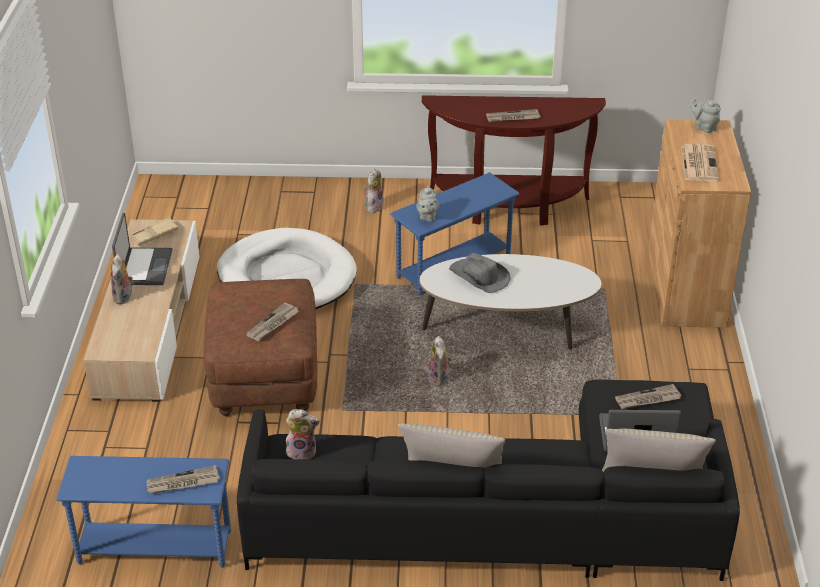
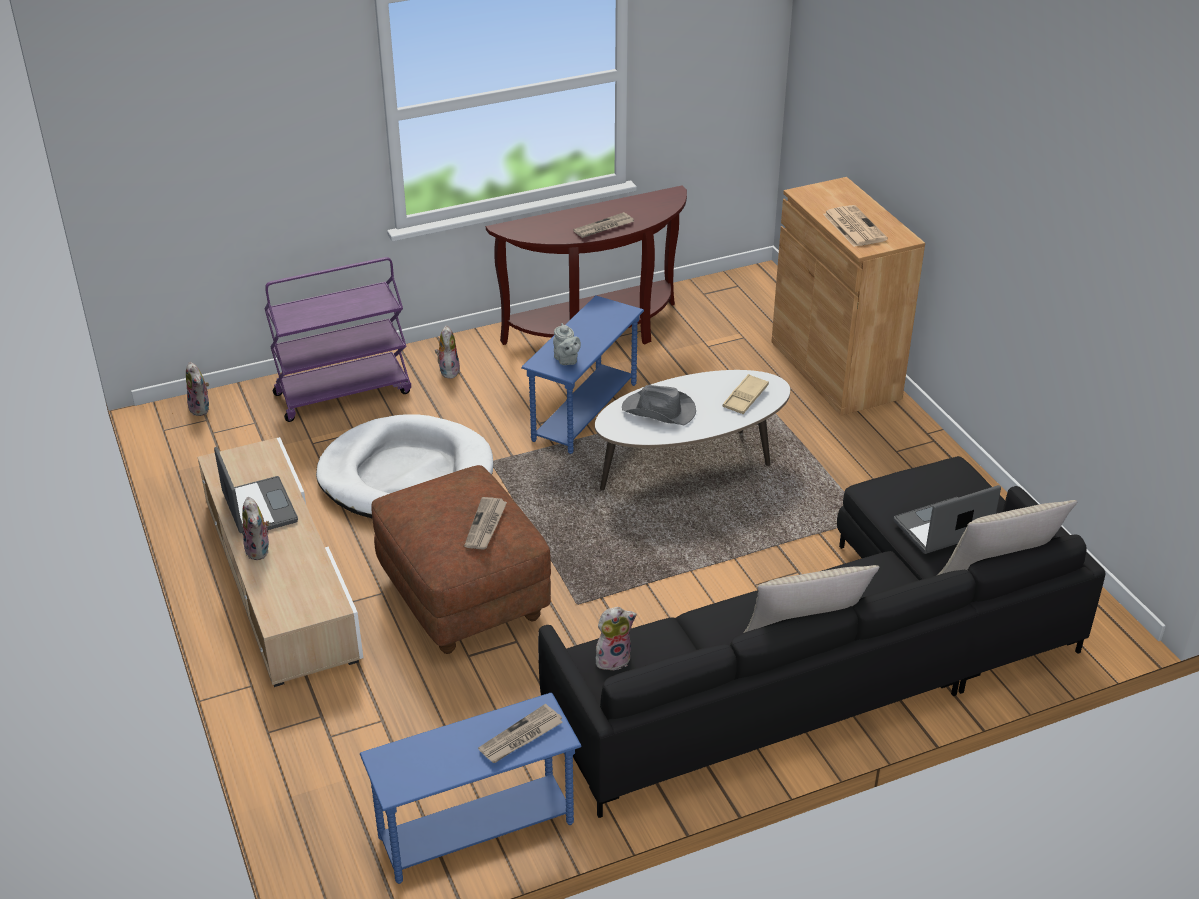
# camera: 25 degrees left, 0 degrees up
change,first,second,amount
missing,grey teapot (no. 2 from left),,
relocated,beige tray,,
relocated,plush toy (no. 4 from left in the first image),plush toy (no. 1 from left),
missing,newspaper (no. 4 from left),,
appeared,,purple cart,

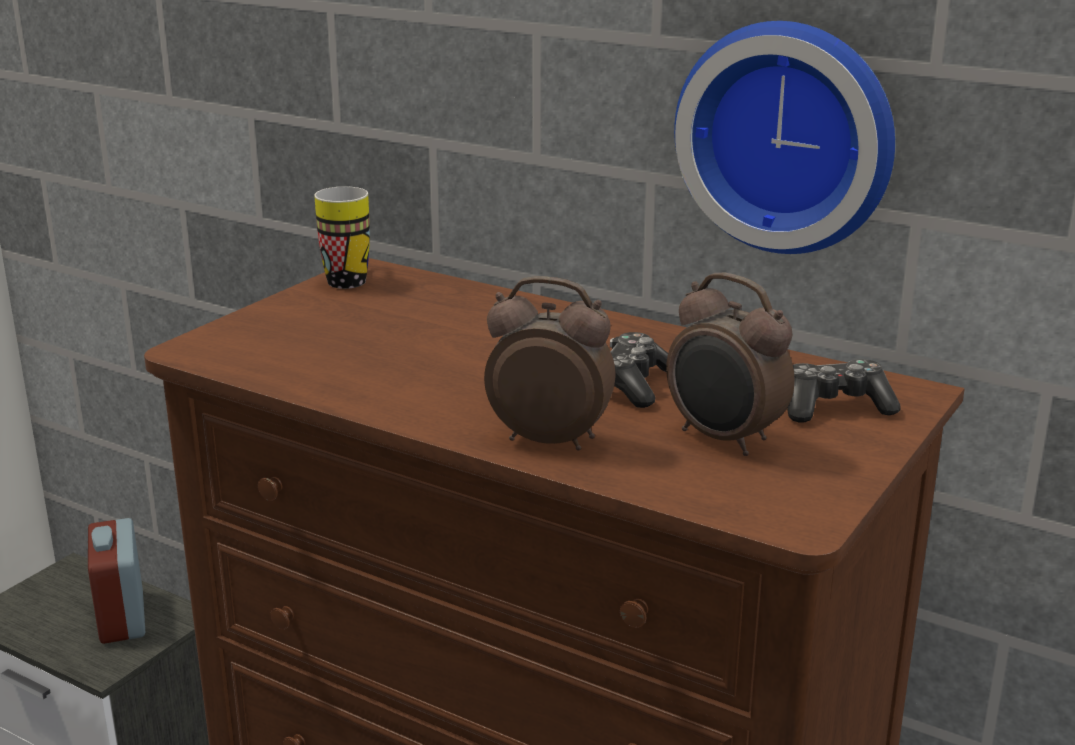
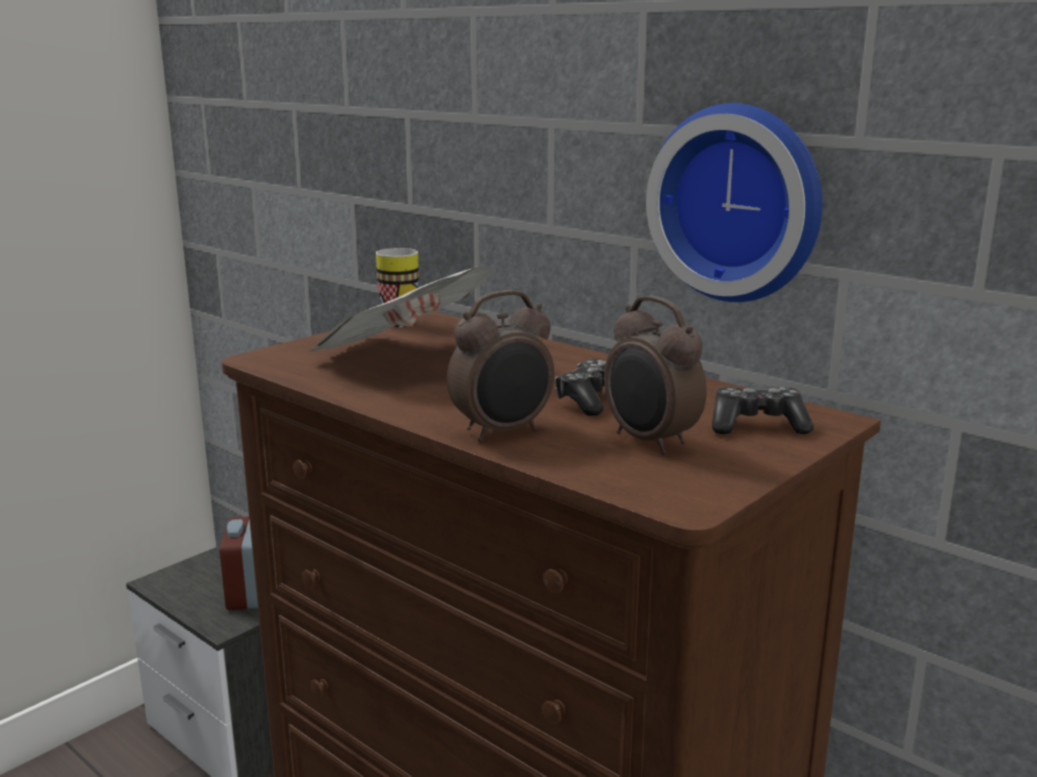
# camera: 10 degrees right, 5 degrees down
change,first,second,amount
spun,alarm clock (no. 2 from left),,120 degrees clockwise
appeared,,newspaper,

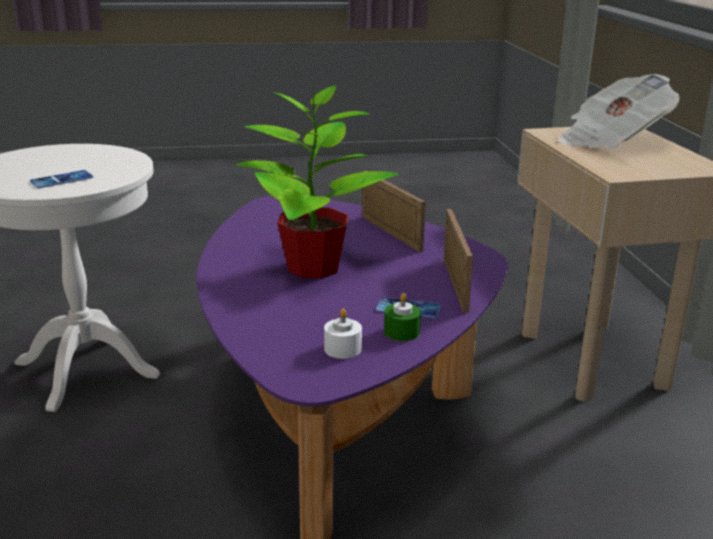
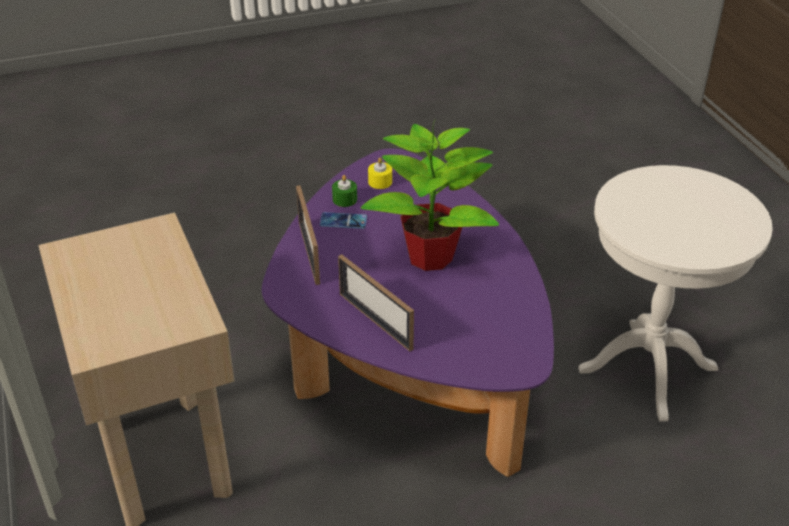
# camera: 170 degrees right, 15 degrees up
change,first,second,amount
missing,newspaper,,
missing,phone (no. 1 from left),,
colour,white candle,yellow candle,

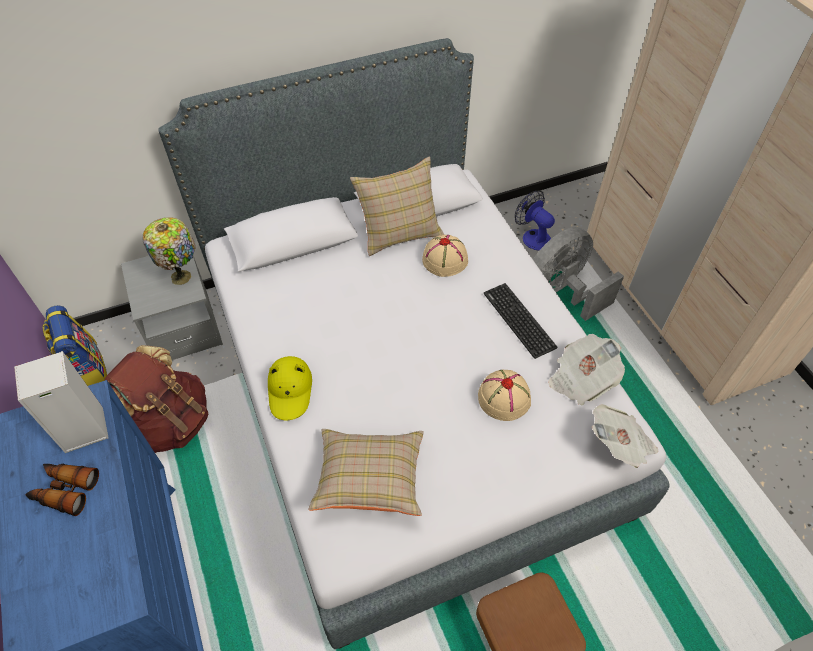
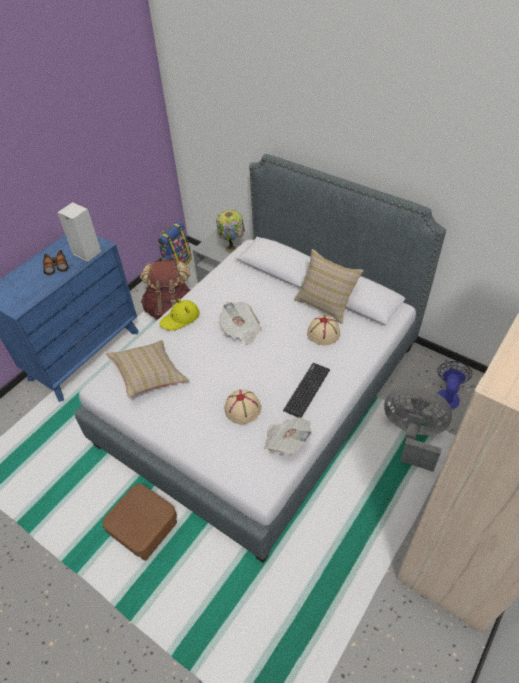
# camera: 60 degrees right, 5 degrees down
change,first,second,amount
relocated,newspaper (no. 2 from left in the first image),newspaper (no. 1 from left),

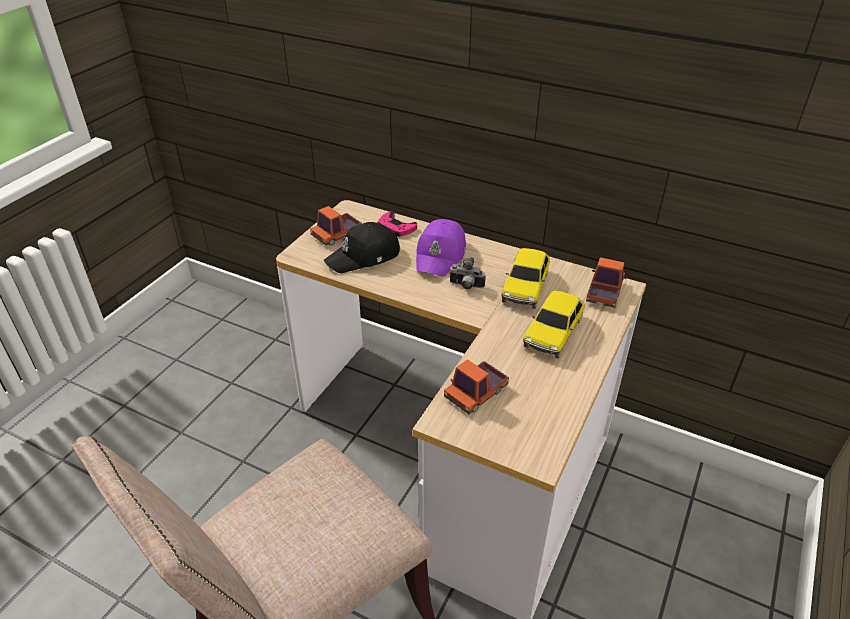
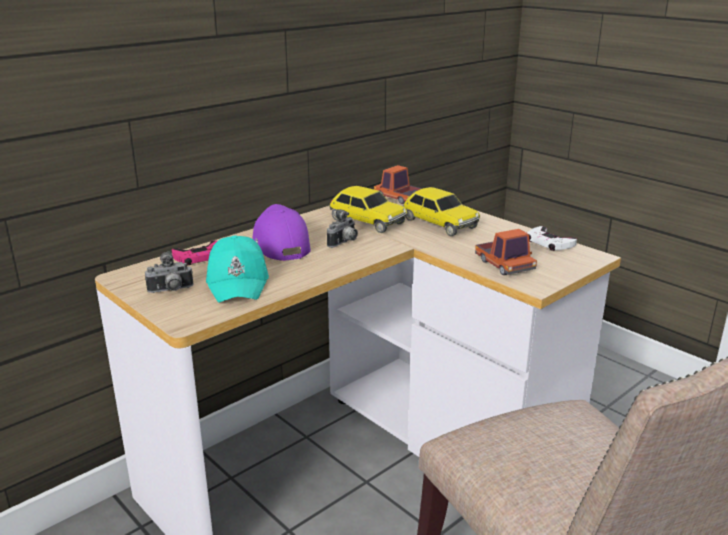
# camera: 70 degrees left, 15 degrees down
change,first,second,amount
exchanged,toy truck (no. 1 from left),photo camera (no. 1 from left),
spun,purple cap,,150 degrees counterclockwise
colour,black cap,turquoise cap,
appeared,,white game controller,

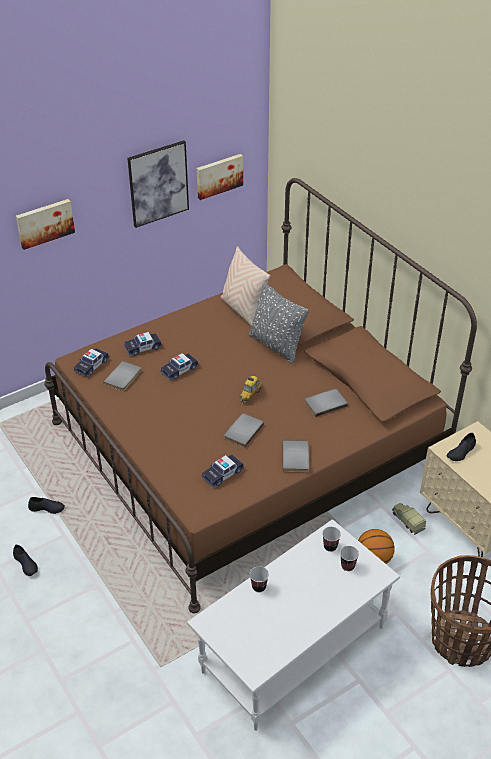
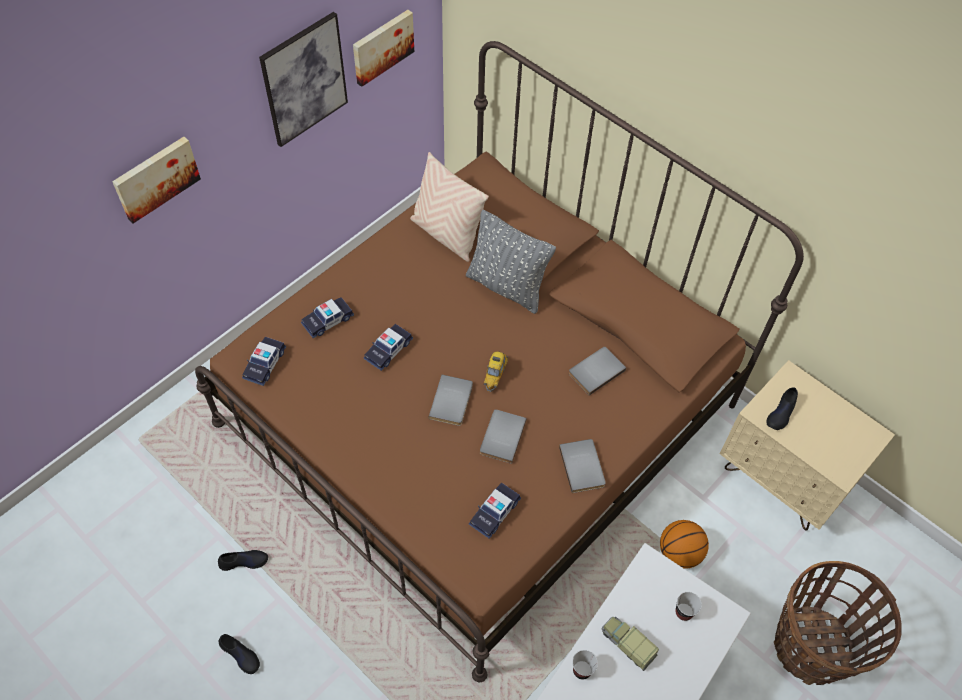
# camera: 15 degrees left, 15 degrees up
change,first,second,amount
relocated,grey book (no. 1 from left),,
relocated,toy truck,,
missing,cup (no. 2 from left),,

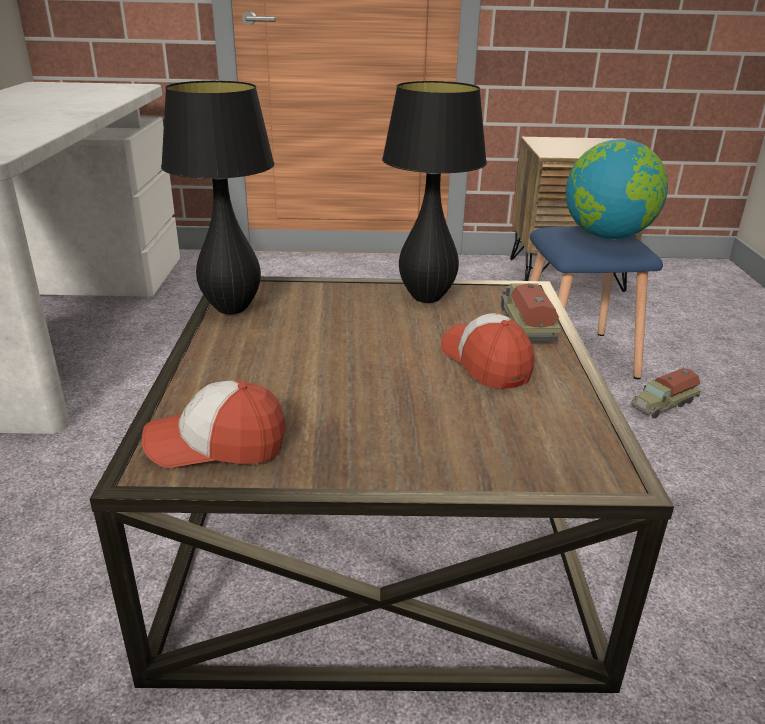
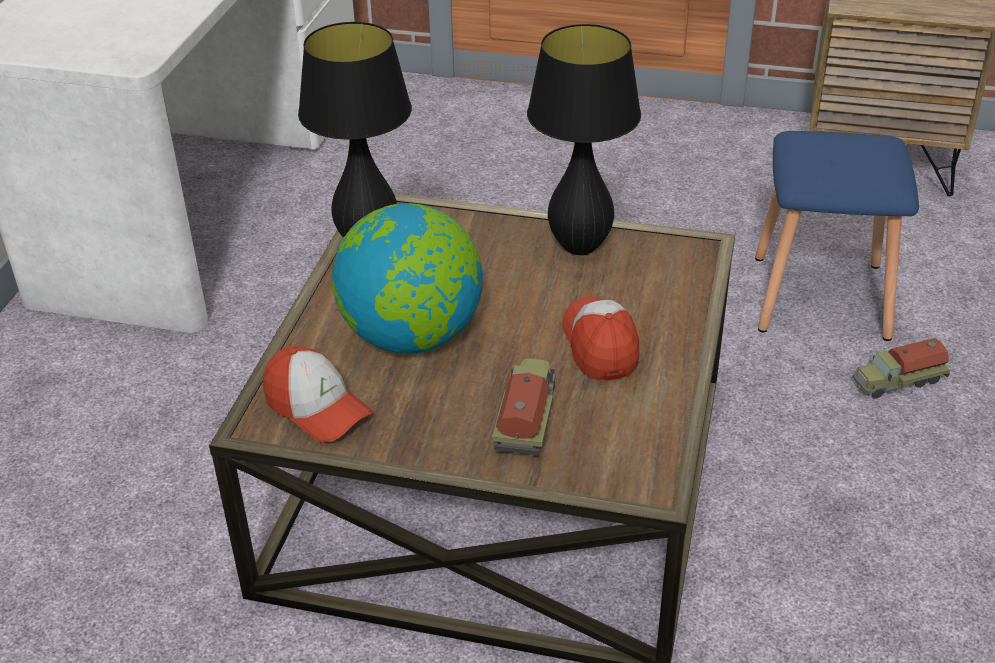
# camera: 15 degrees right, 10 degrees up
change,first,second,amount
relocated,globe,,
relocated,toy truck (no. 1 from left),,
spun,cap (no. 1 from left),,150 degrees counterclockwise

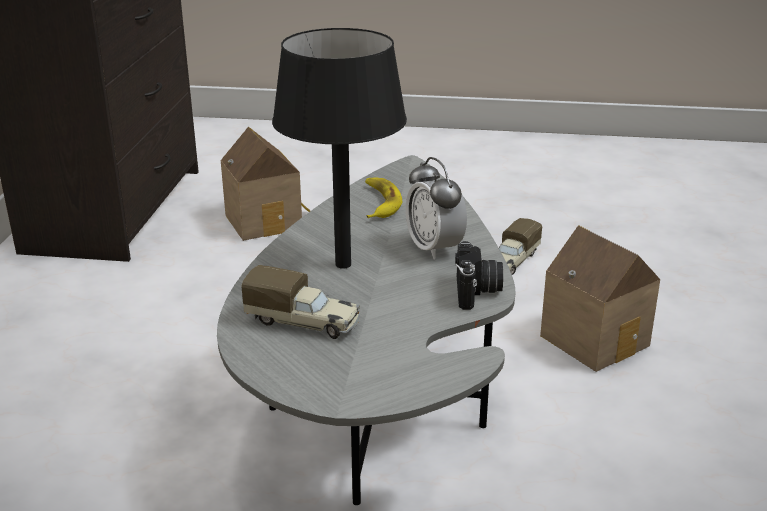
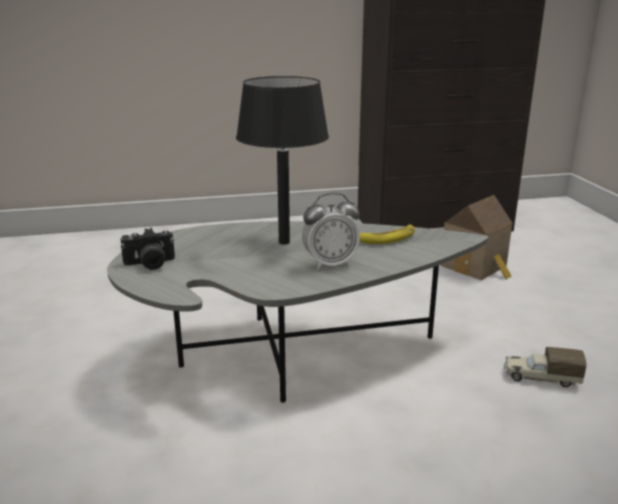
# camera: 70 degrees right, 5 degrees down
change,first,second,amount
spun,alarm clock,,150 degrees counterclockwise
missing,toy house (no. 2 from left),,
relocated,photo camera,,
missing,toy truck (no. 1 from left),,

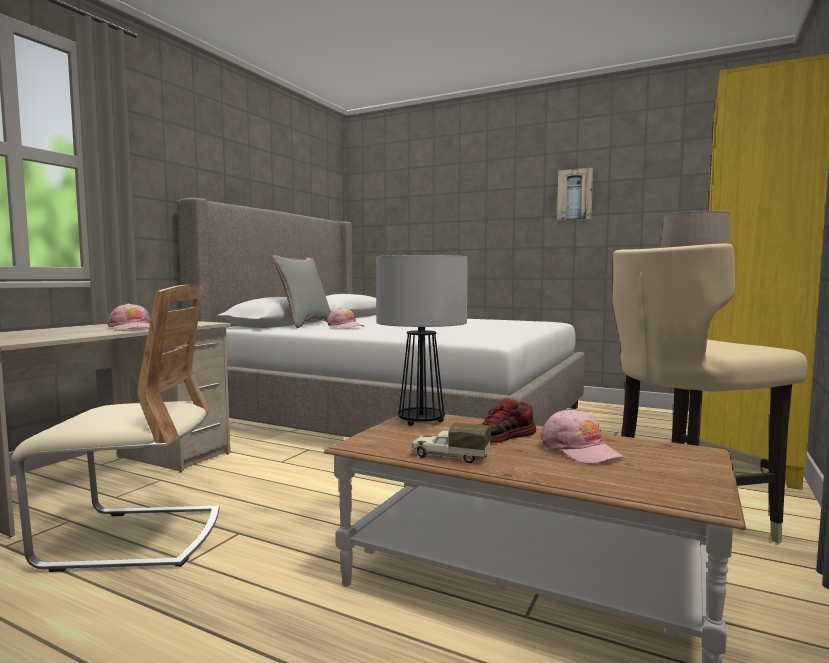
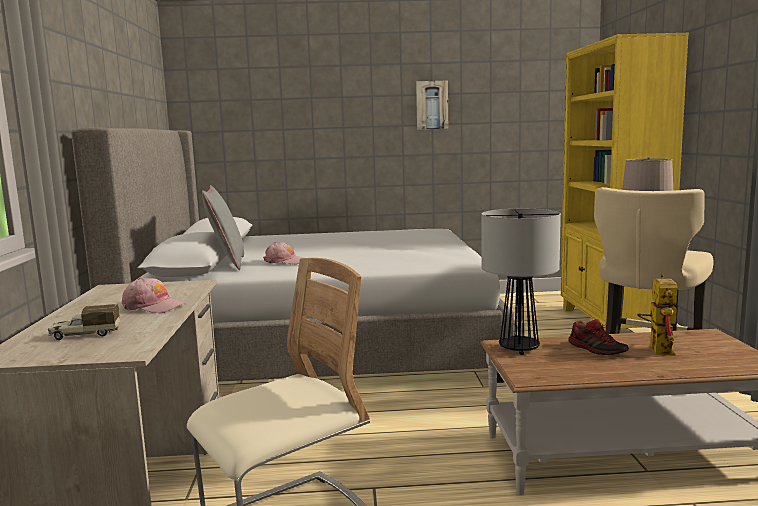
# camera: 30 degrees left, 5 degrees up
change,first,second,amount
spun,shoe,,60 degrees counterclockwise
exchanged,pink cap (no. 3 from left),toy robot,
relocated,toy truck,,

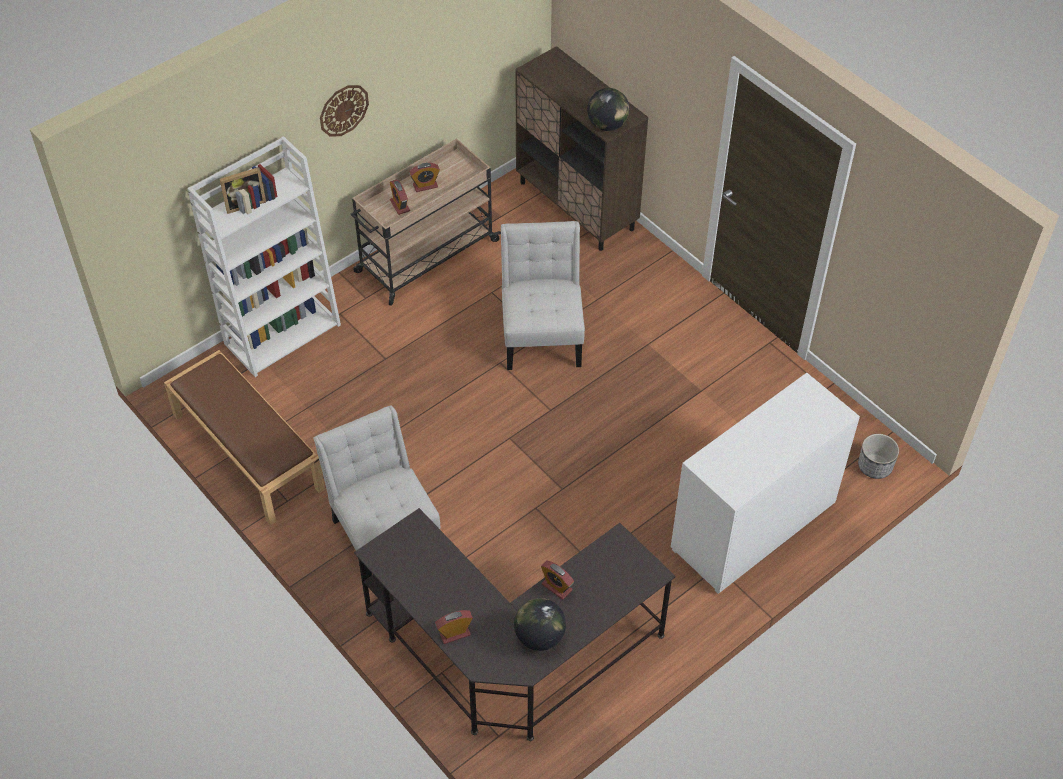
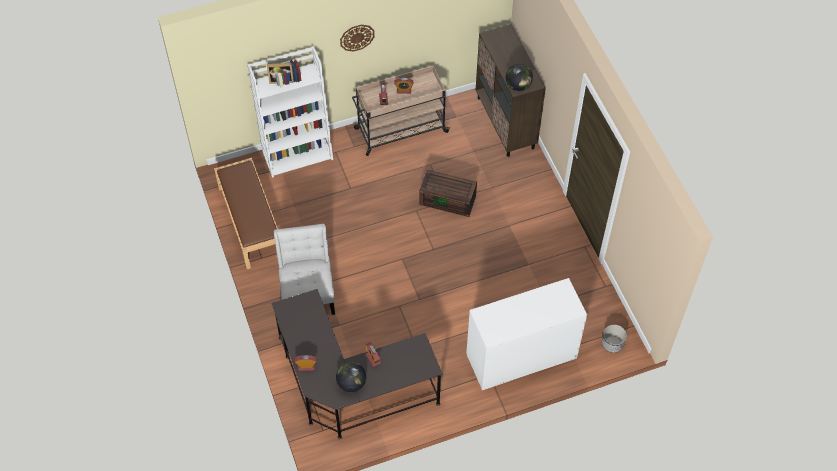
# camera: 20 degrees right, 5 degrees up
change,first,second,amount
exchanged,white chair (no. 2 from left),brown storage box,

